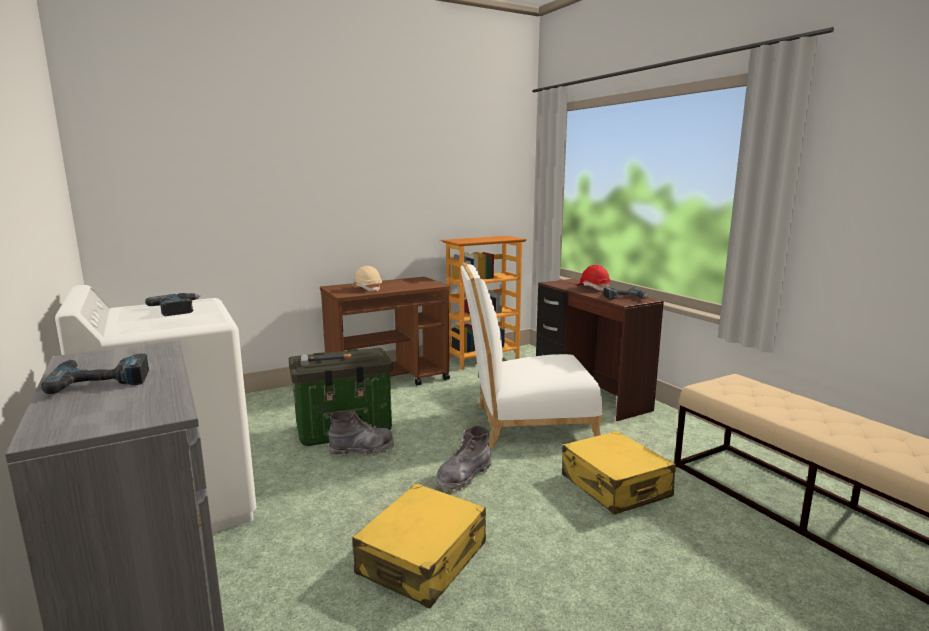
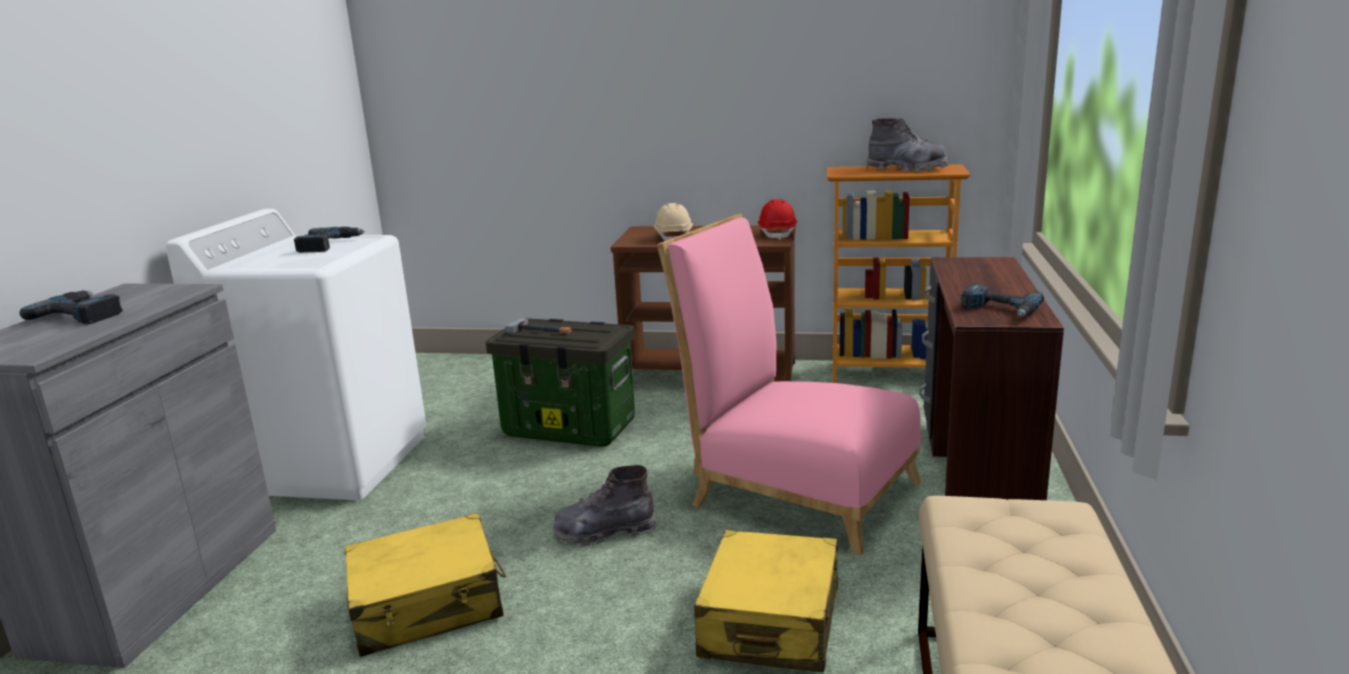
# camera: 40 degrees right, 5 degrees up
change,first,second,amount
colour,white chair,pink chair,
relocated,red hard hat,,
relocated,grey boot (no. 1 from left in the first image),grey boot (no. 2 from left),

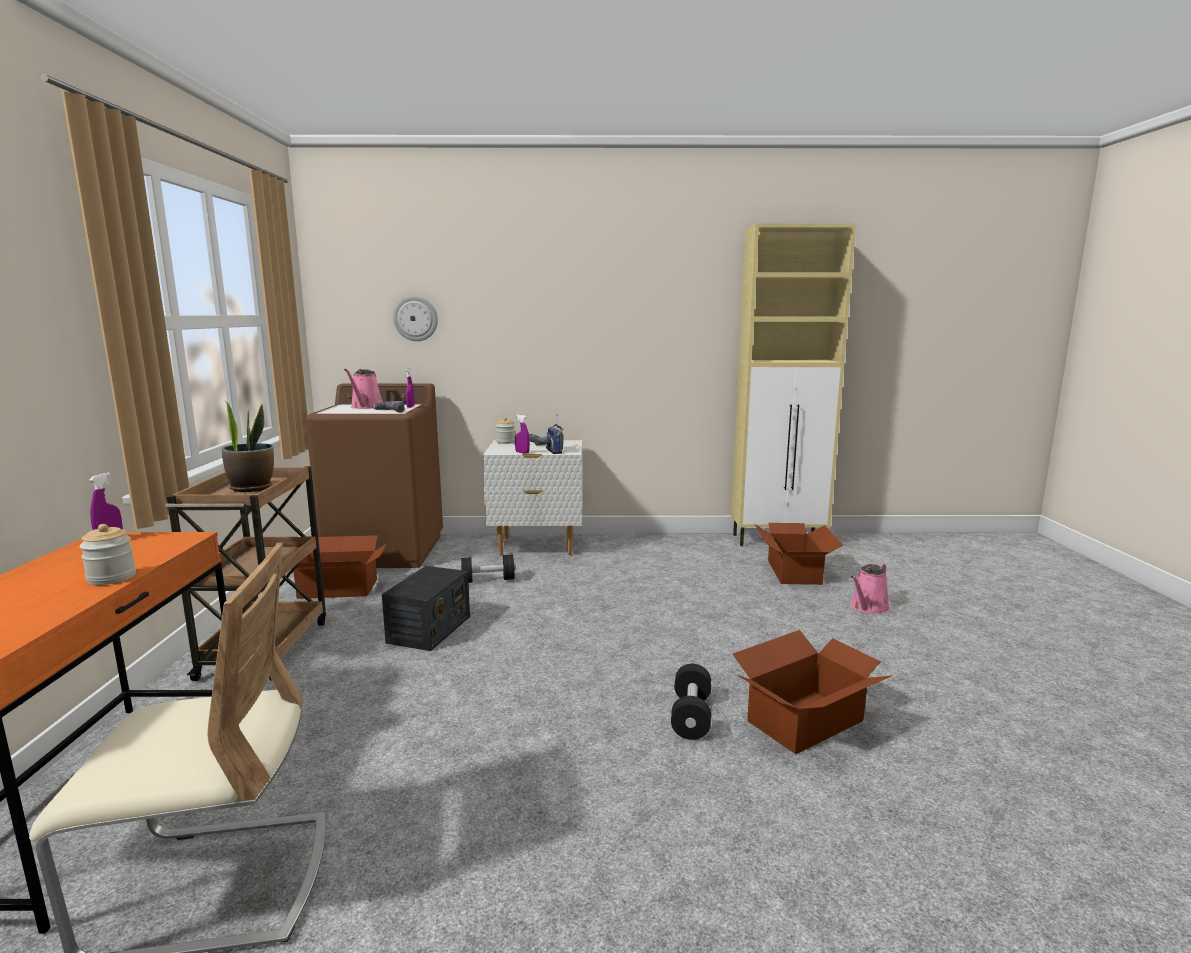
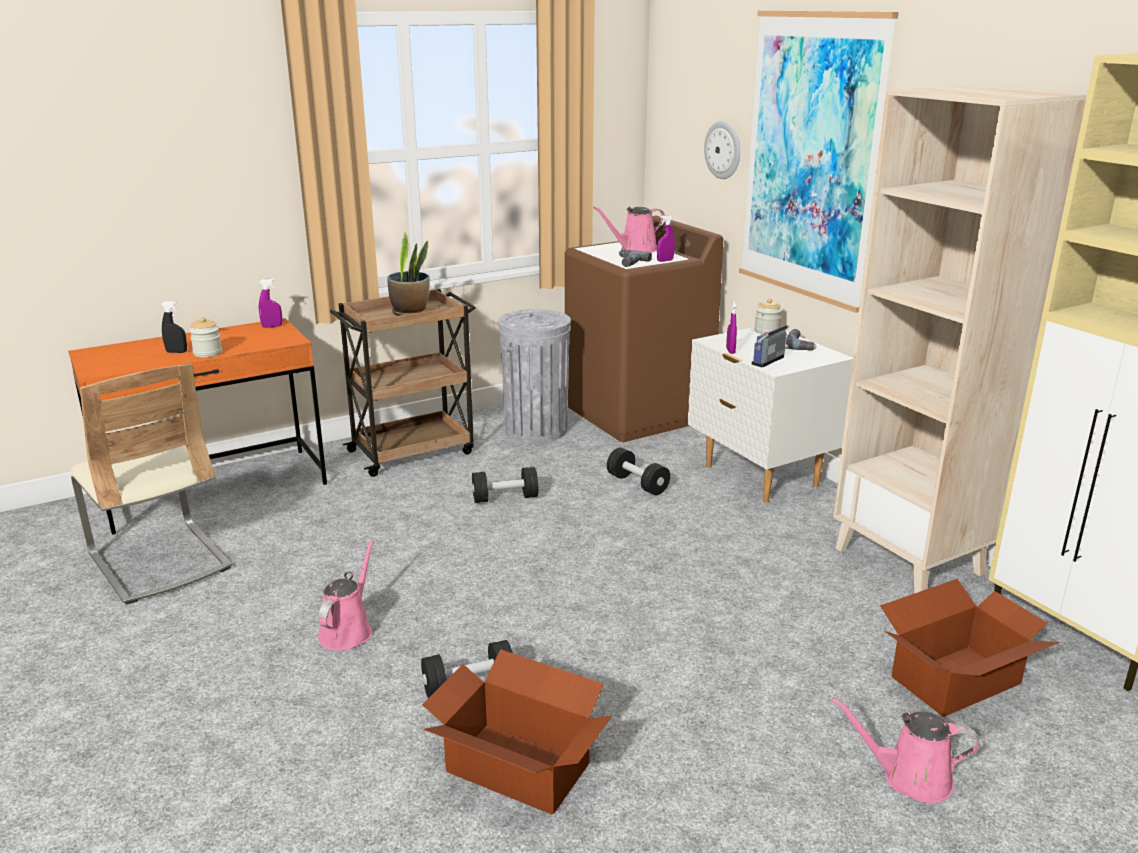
# camera: 60 degrees right, 10 degrees up
change,first,second,amount
exchanged,cardboard box (no. 1 from left),grey trash can,
exchanged,radio (no. 1 from left),black dumbbell (no. 2 from left),
appeared,,picture,
appeared,,beige bookcase,
appeared,,black spray bottle,
appeared,,pink watering can (no. 1 from left),

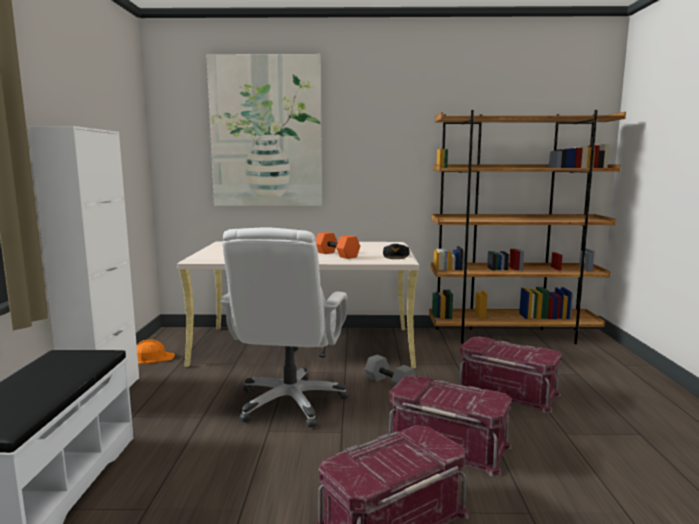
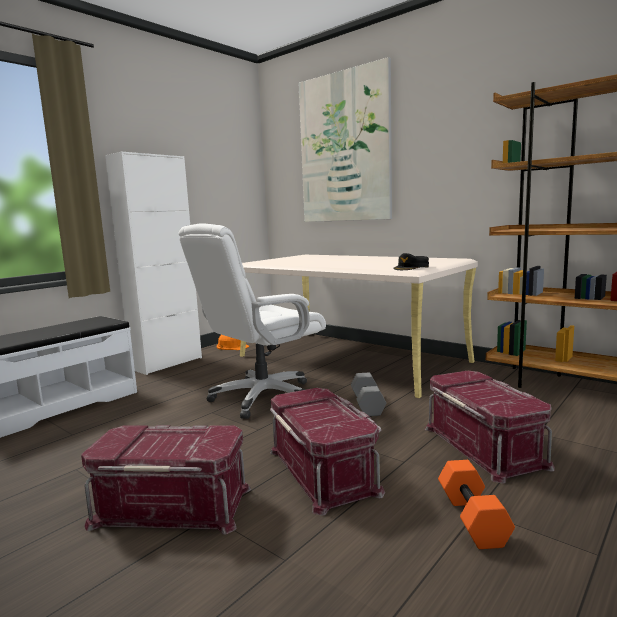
# camera: 40 degrees right, 0 degrees up
change,first,second,amount
relocated,orange dumbbell,,

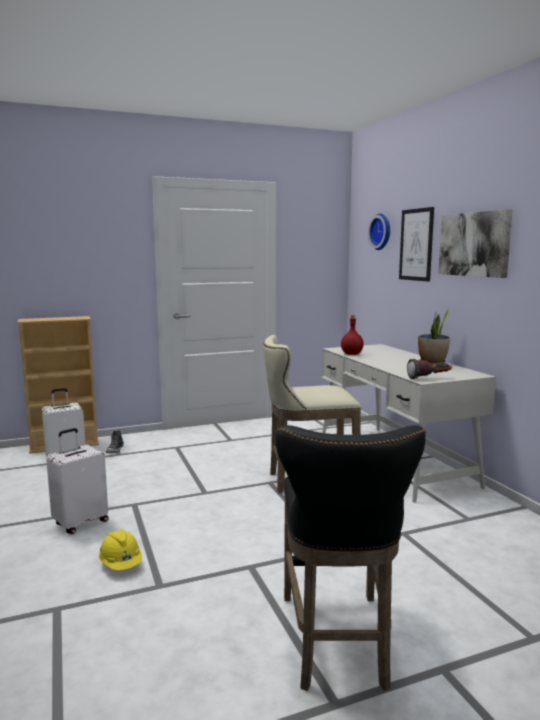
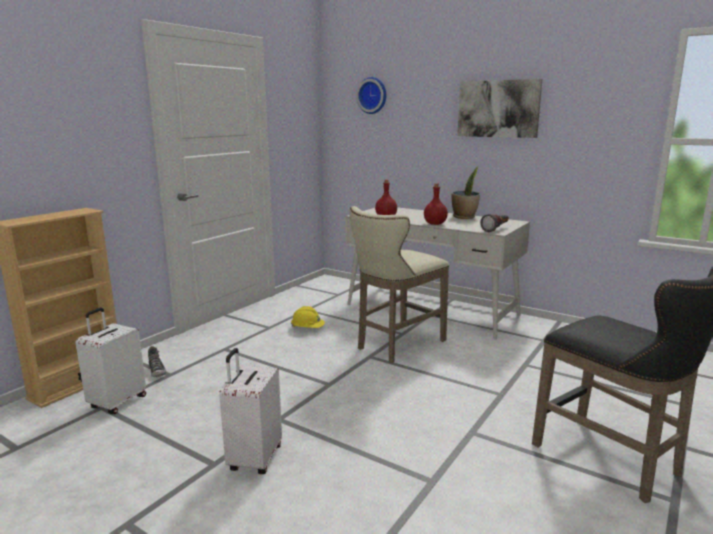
# camera: 35 degrees left, 5 degrees up
change,first,second,amount
missing,picture (no. 1 from left),,
relocated,yellow hard hat,,
appeared,,red bottle (no. 2 from left),

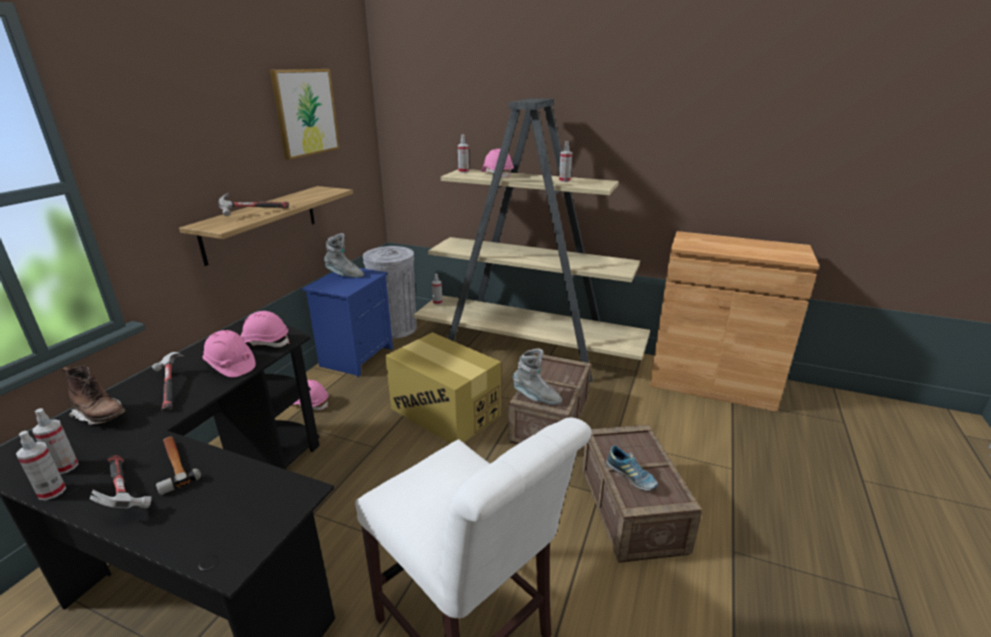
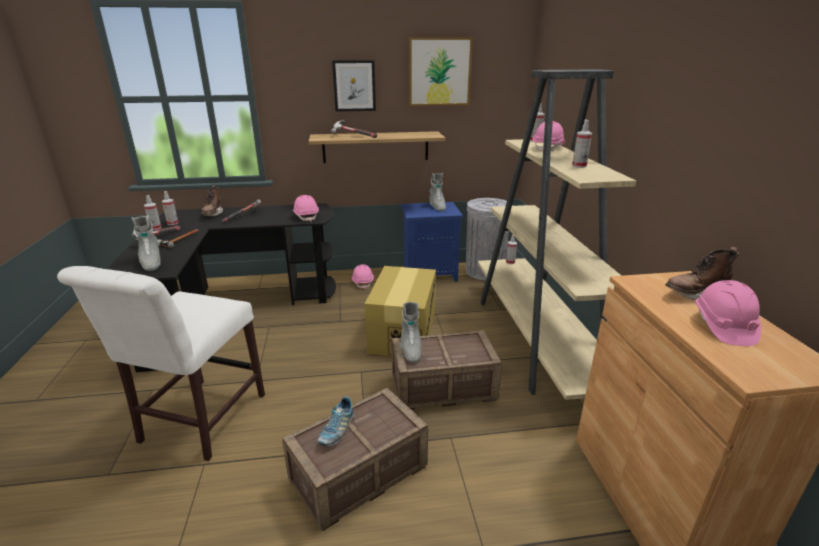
# camera: 60 degrees right, 0 degrees up
change,first,second,amount
relocated,pink hard hat (no. 1 from left in the first image),pink hard hat (no. 4 from left),
appeared,,picture (no. 1 from left),
appeared,,grey boot (no. 1 from left),
appeared,,brown boot (no. 2 from left),

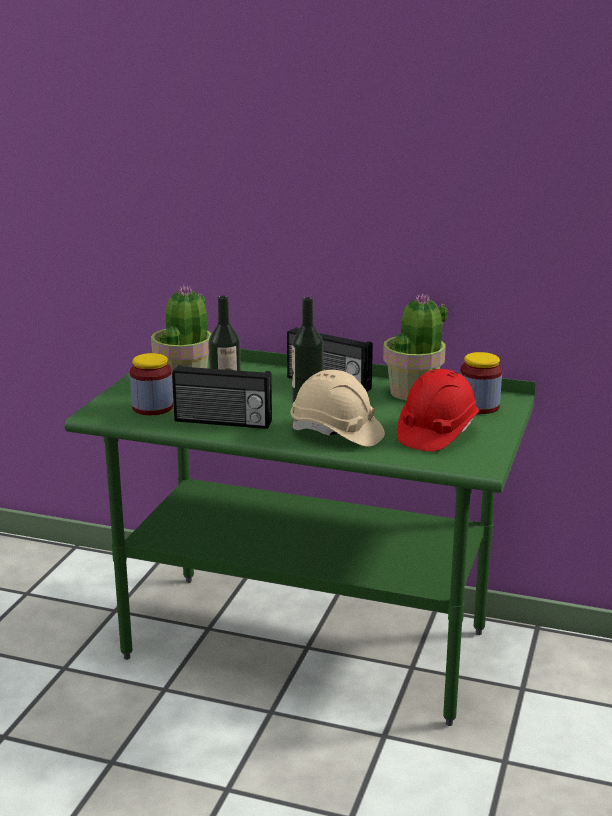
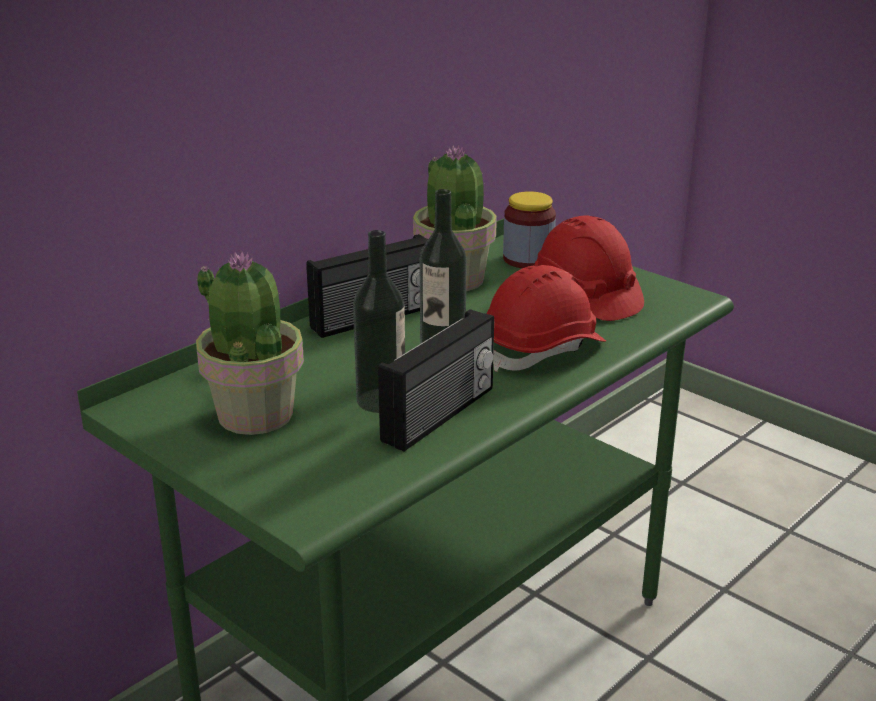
# camera: 65 degrees left, 5 degrees up
change,first,second,amount
missing,jar (no. 1 from left),,
colour,beige hard hat,red hard hat (no. 1 from left),

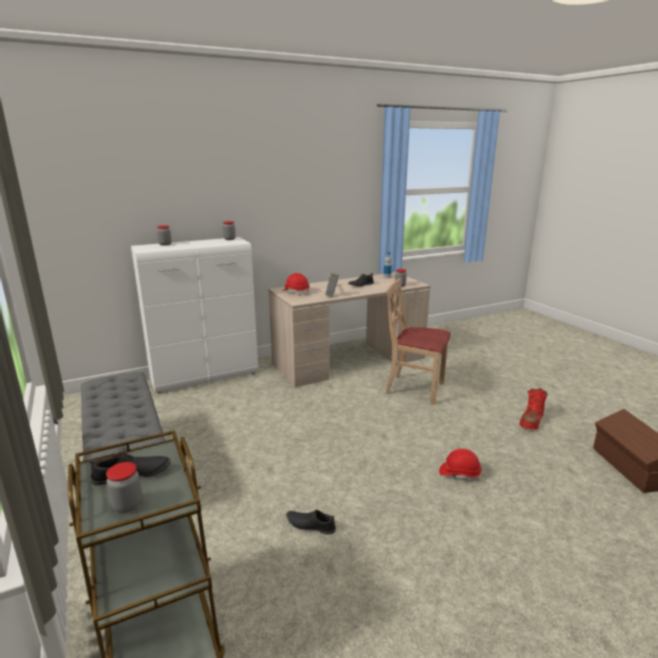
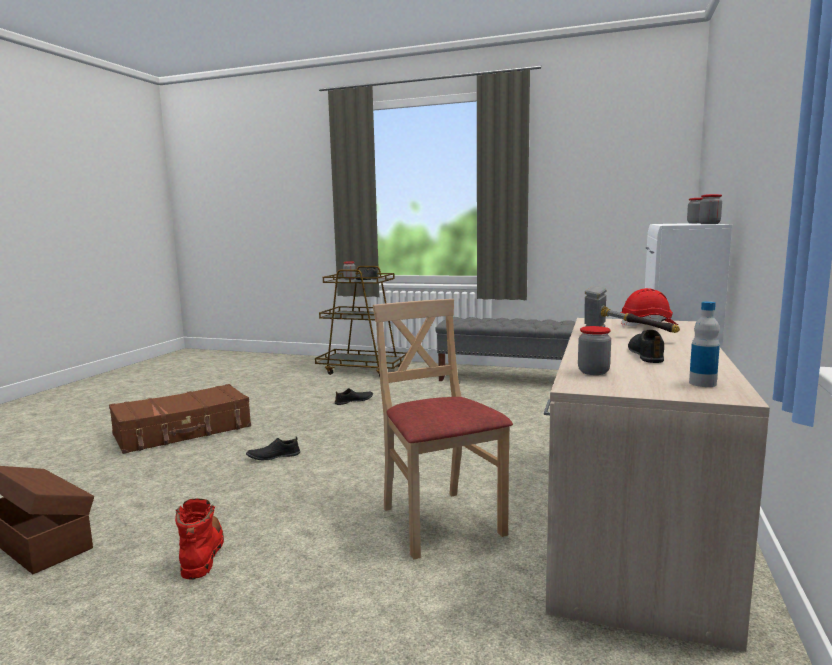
# camera: 135 degrees right, 10 degrees down
change,first,second,amount
spun,beige chair,,90 degrees counterclockwise
exchanged,red hard hat (no. 2 from left),black shoe (no. 1 from left),
appeared,,brown suitcase,

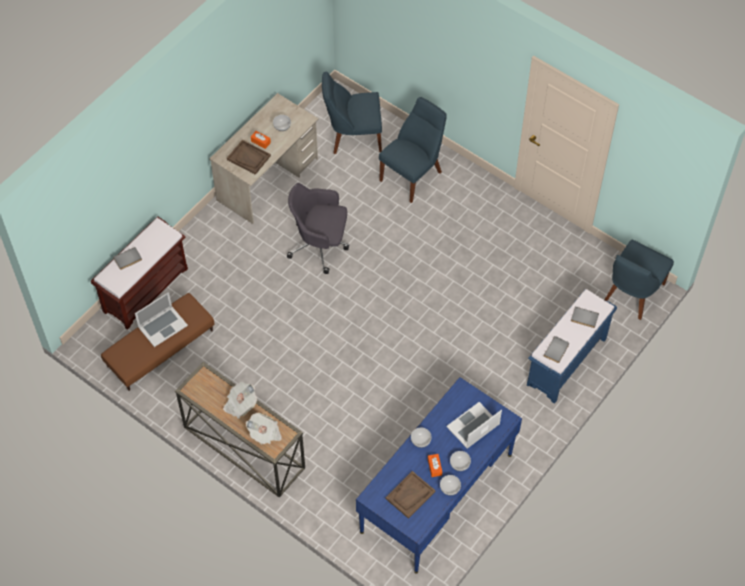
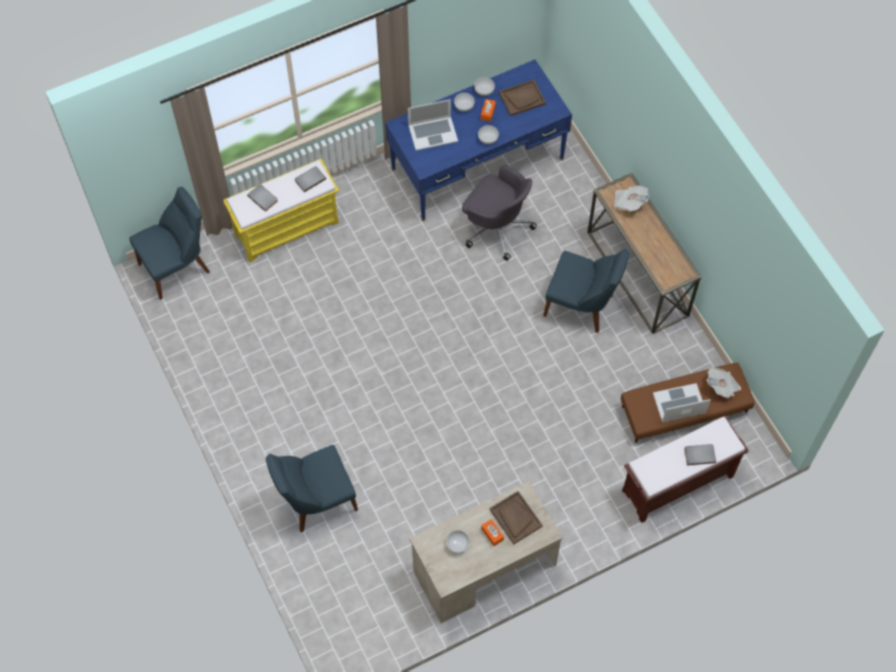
# camera: 155 degrees left, 5 degrees up
change,first,second,amount
relocated,blue chair (no. 1 from left in the first image),blue chair (no. 3 from left),
relocated,grey office chair,,
colour,blue bench,yellow bench,
relocated,newspaper (no. 1 from left in the first image),newspaper (no. 2 from left),

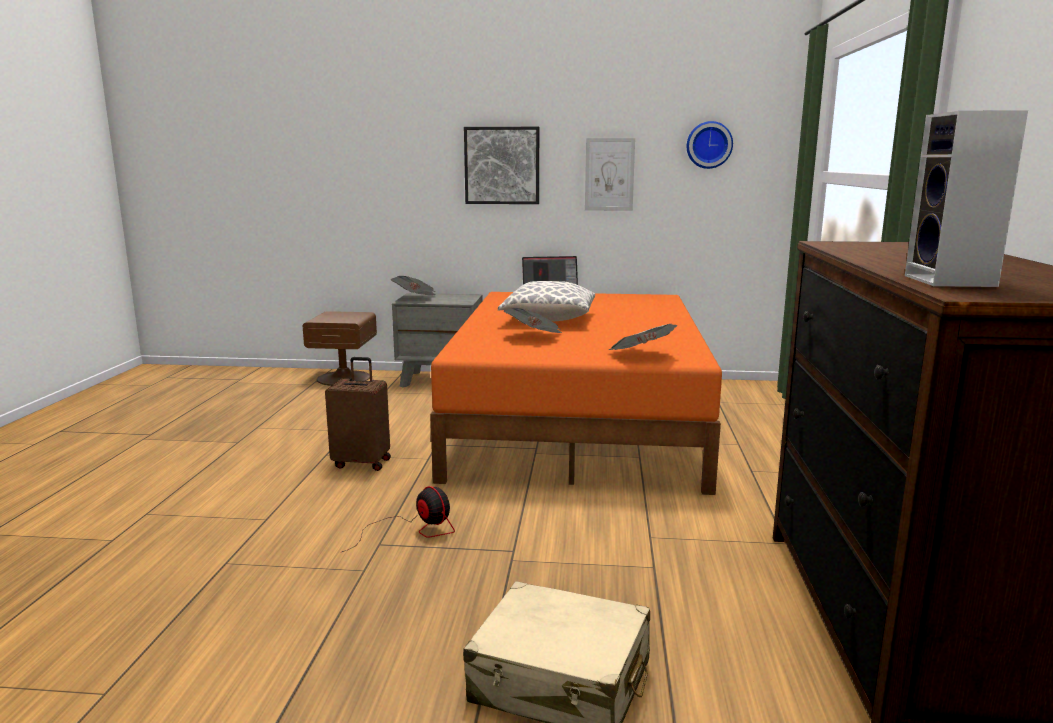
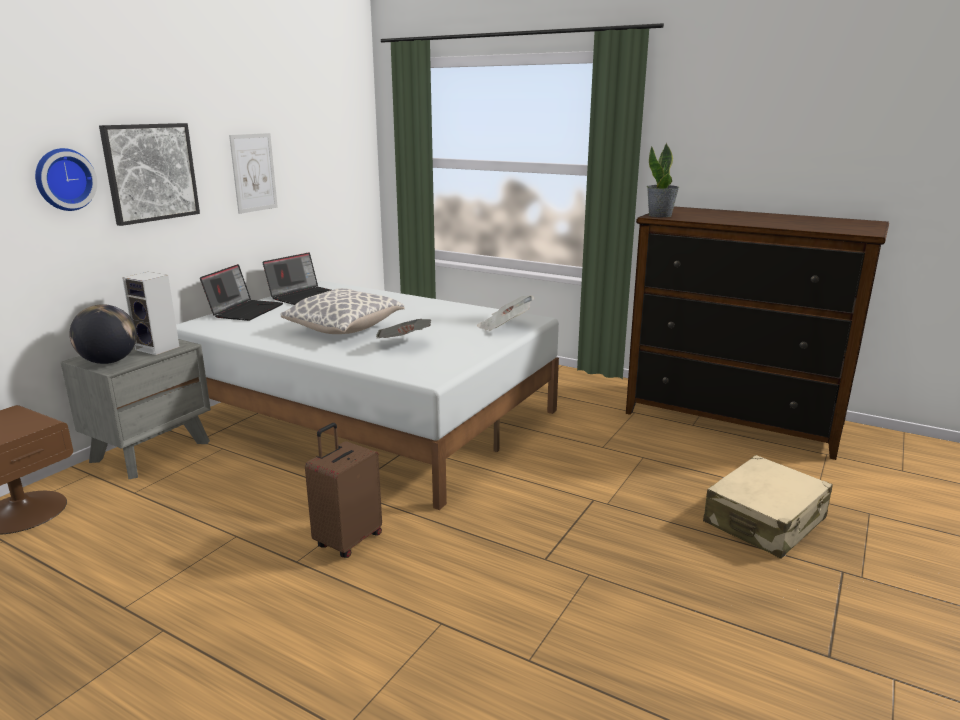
# camera: 65 degrees left, 5 degrees up
change,first,second,amount
relocated,speaker,,
relocated,wall clock,,
exchanged,newspaper (no. 1 from left),globe,
colour,orange bed,white bed,
missing,fan,,
appeared,,potted plant,
appeared,,laptop (no. 2 from left),

